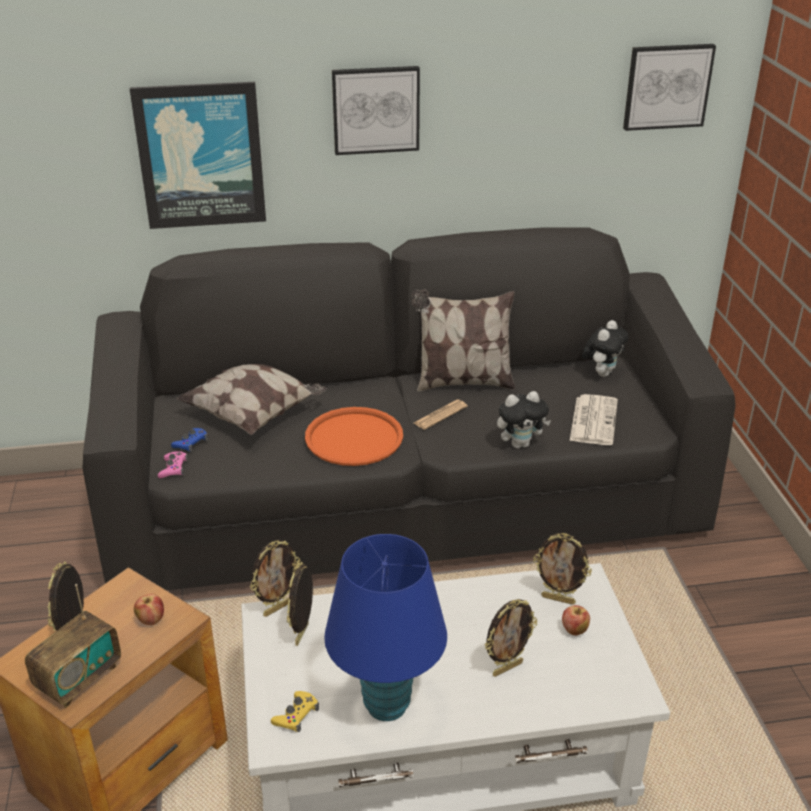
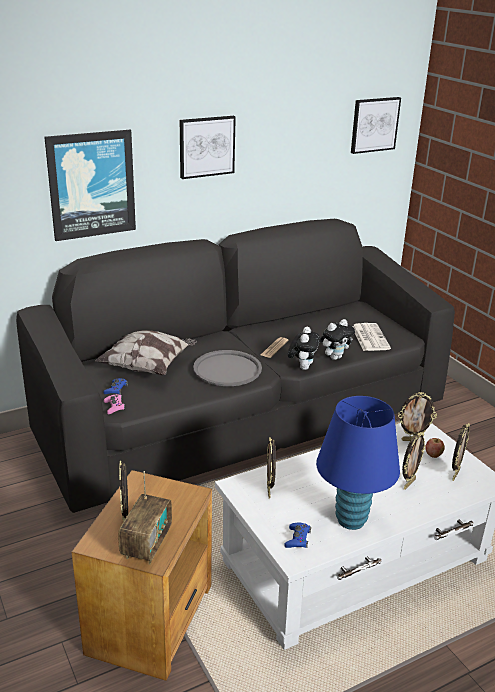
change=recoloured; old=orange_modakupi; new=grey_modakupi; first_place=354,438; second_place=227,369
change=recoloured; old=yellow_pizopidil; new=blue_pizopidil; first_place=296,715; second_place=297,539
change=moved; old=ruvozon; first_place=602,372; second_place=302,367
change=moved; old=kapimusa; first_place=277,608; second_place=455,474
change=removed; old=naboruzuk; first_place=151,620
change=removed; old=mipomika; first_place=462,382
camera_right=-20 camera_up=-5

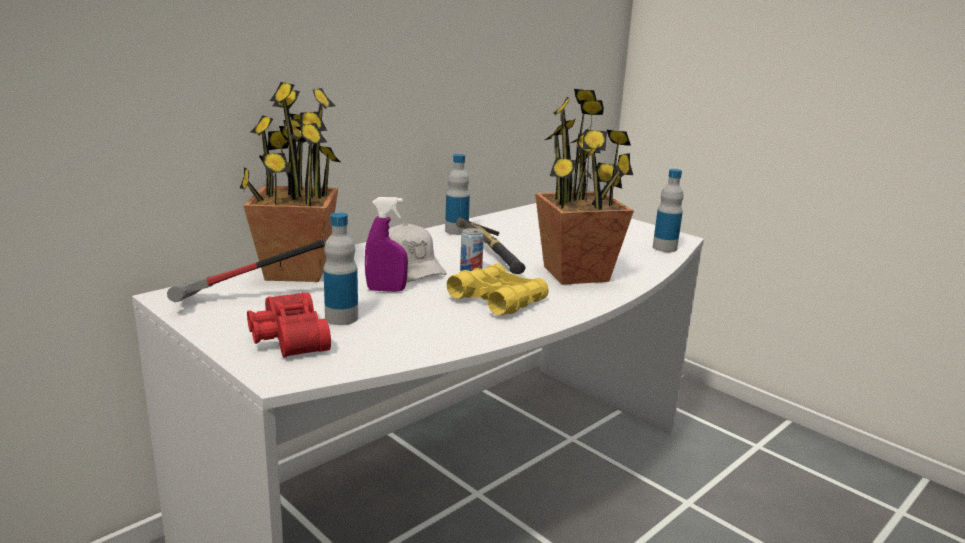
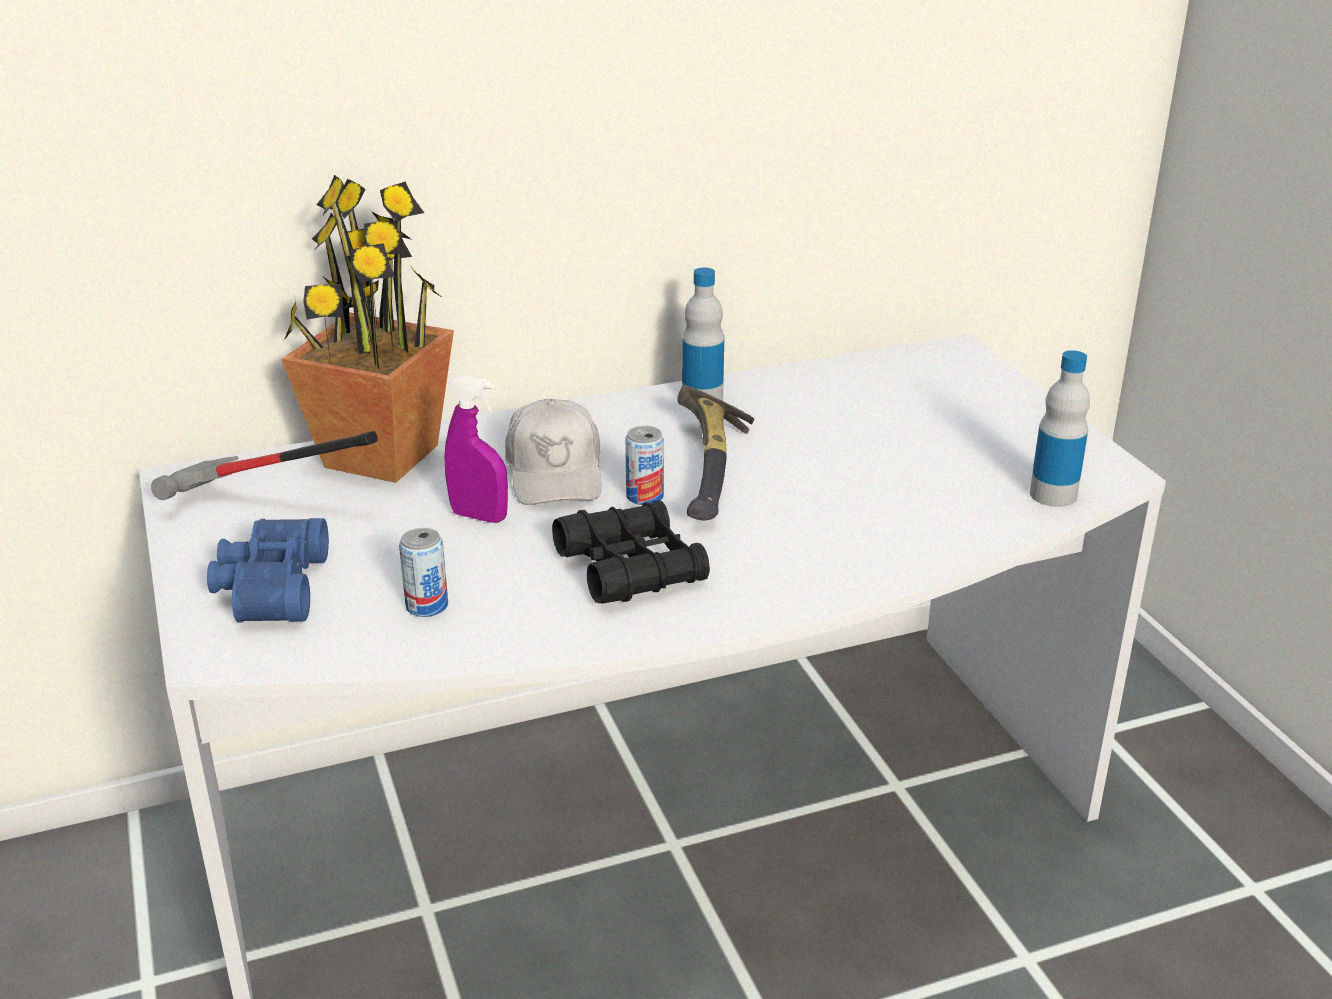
change=recoloured; old=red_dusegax; new=blue_dusegax; first_place=286,339; second_place=269,588
change=added; new=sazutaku; second_place=427,606
change=recoloured; old=yellow_dusegax; new=black_dusegax; first_place=497,300; second_place=631,568
change=removed; old=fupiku; first_place=341,318
change=removed; old=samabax; first_place=576,274
camera_right=25 camera_up=10

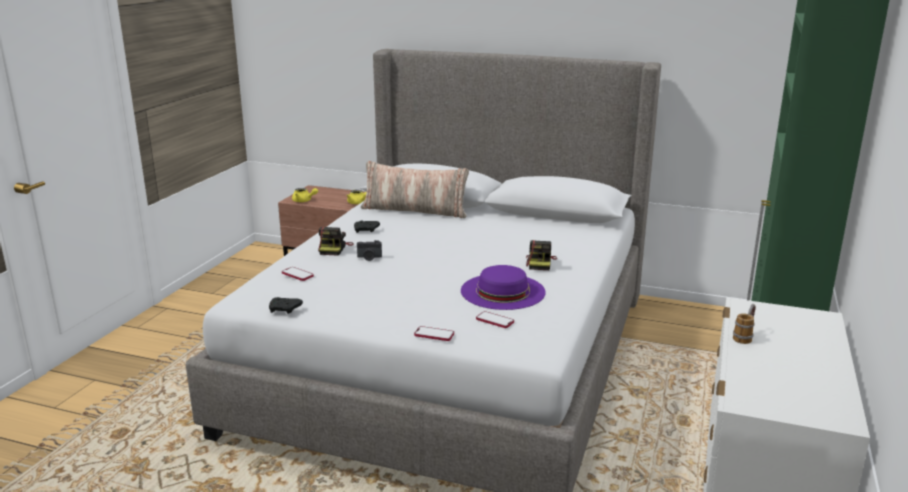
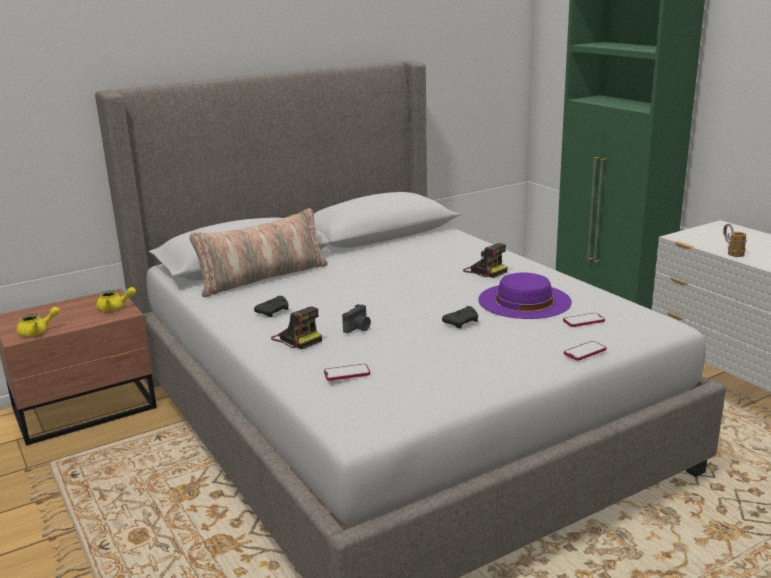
change=moved; old=black_pizopidil; first_place=285,310; second_place=462,322
camera_right=-50 camera_up=0

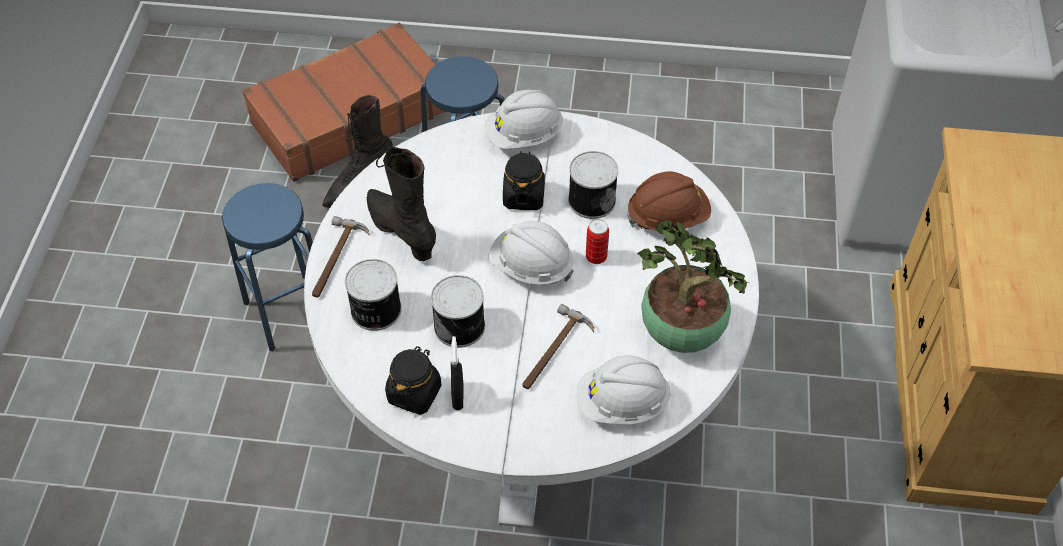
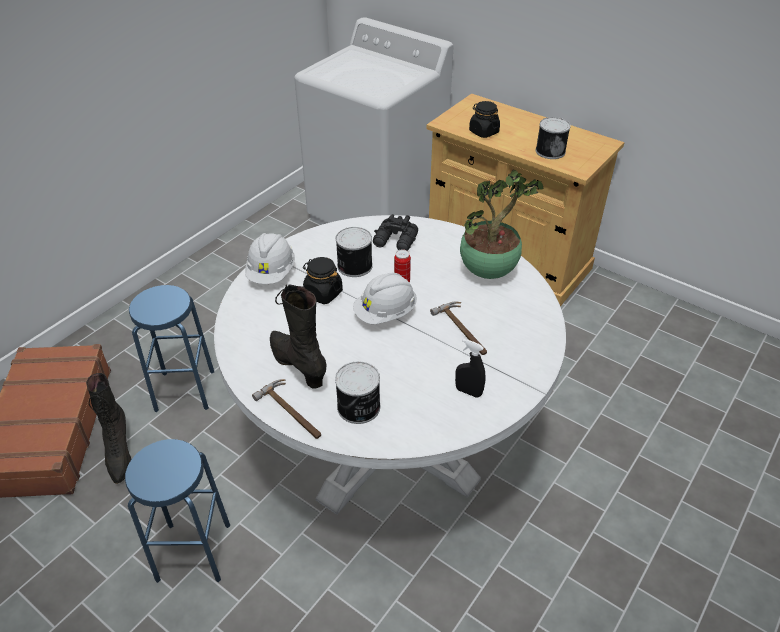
change=turned; old=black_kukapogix; first_place=402,231; second_place=298,365; degrees=60
change=replaced; old=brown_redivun; new=black_dusegax; first_place=668,217; second_place=396,241
change=moved; old=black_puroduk; first_place=414,393; second_place=483,132
change=moved; old=sazutaku; first_place=461,325; second_place=550,151
change=removed; old=white_redivun; first_place=622,404
camera_right=-60 camera_up=-10

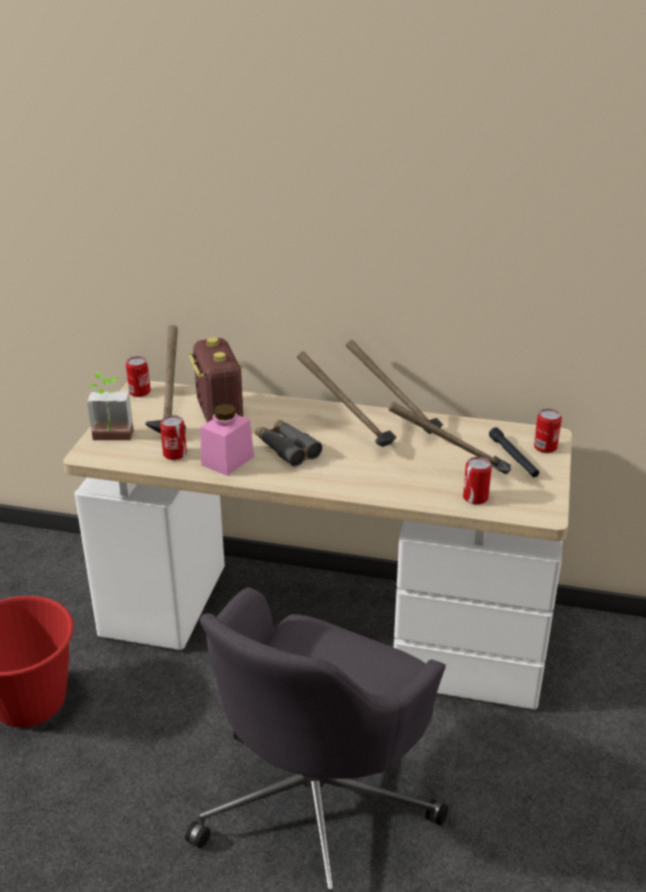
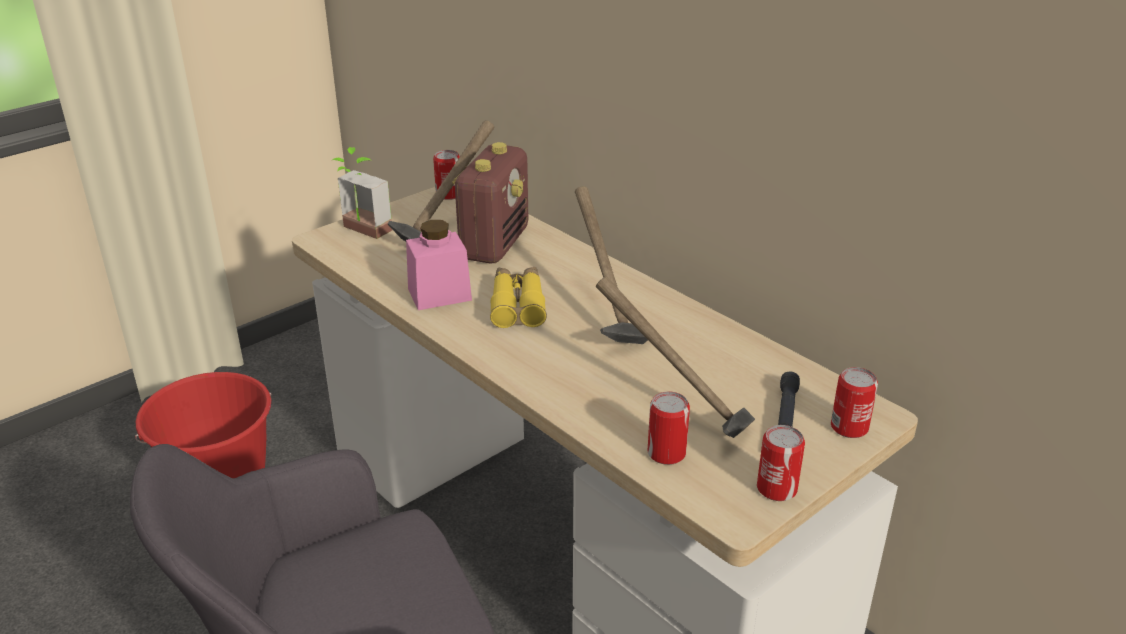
change=recoloured; old=grey_dusegax; new=yellow_dusegax; first_place=287,448; second_place=517,304
change=moved; old=sazutaku; first_place=175,454; second_place=776,488
change=removed; old=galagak; first_place=394,423
camera_right=35 camera_up=0

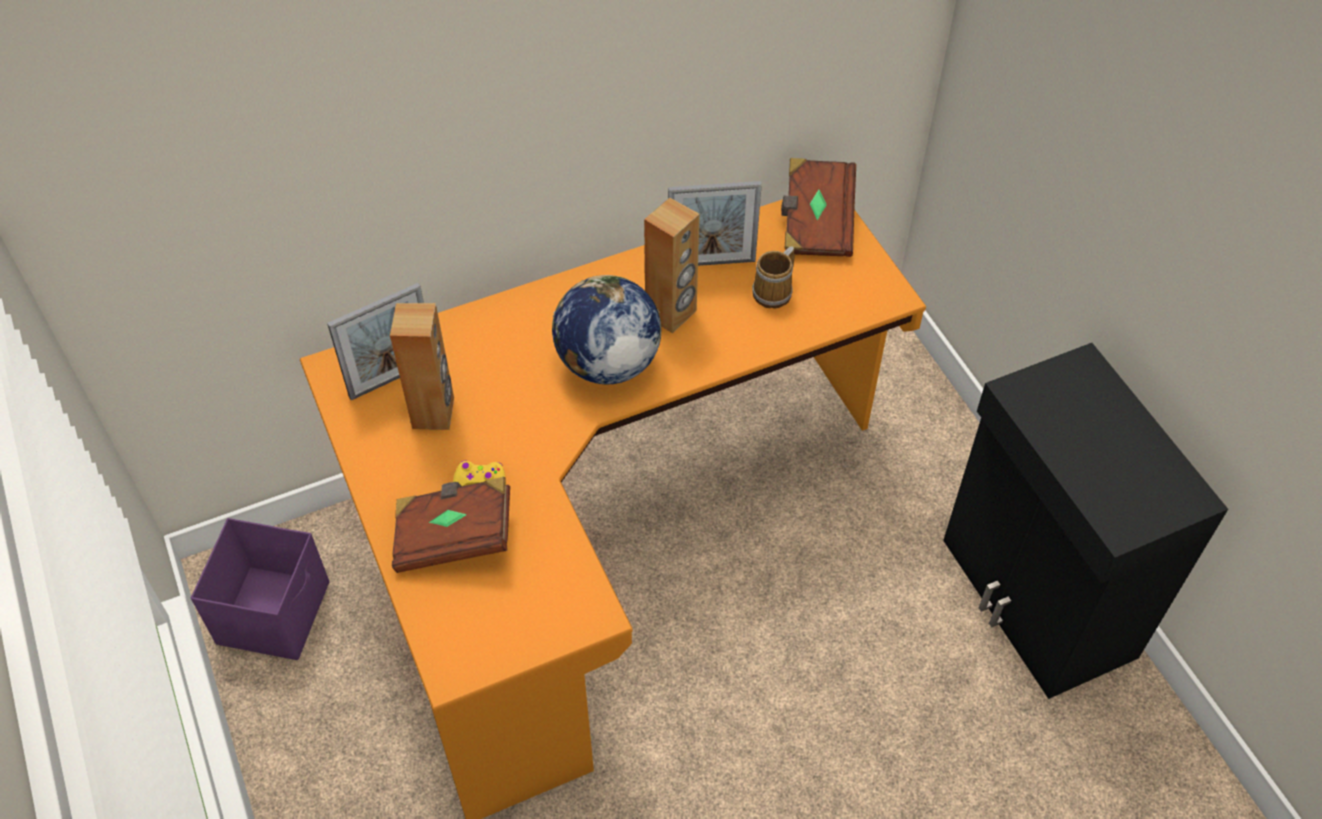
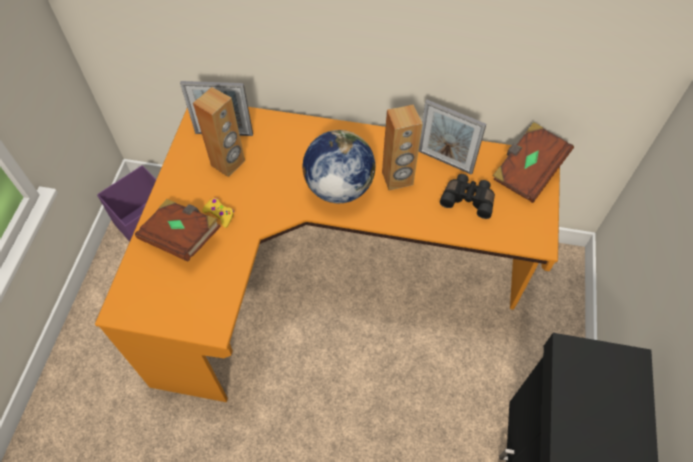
change=replaced; old=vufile; new=black_dusegax; first_place=775,292; second_place=468,199
camera_right=35 camera_up=5

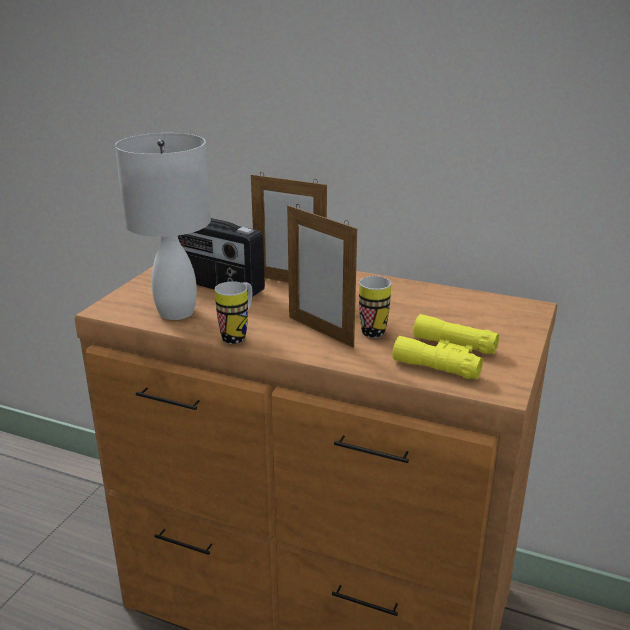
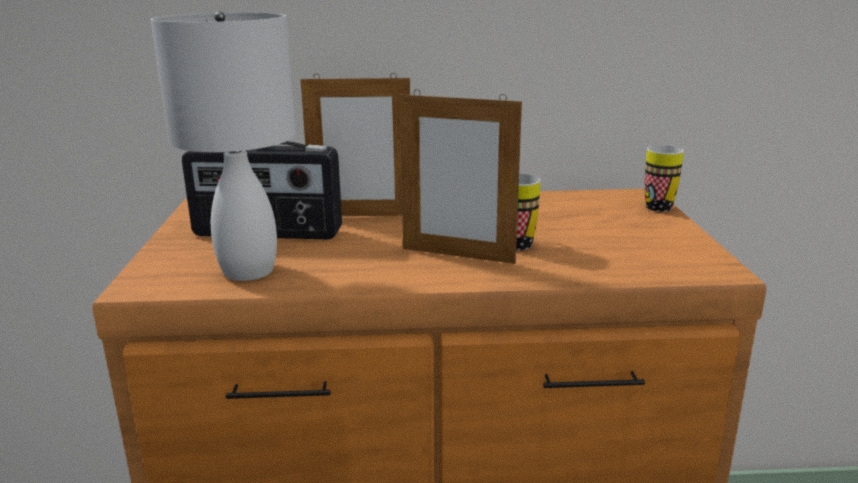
change=moved; old=vufile; first_place=238,335; second_place=656,205
change=removed; old=yellow_dusegax; first_place=445,356
camera_right=-25 camera_up=-5

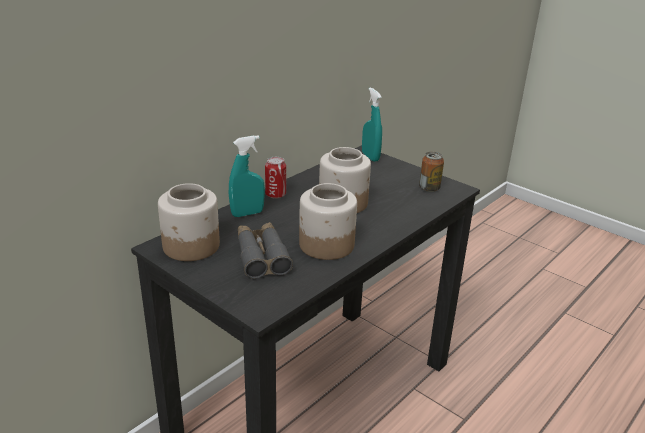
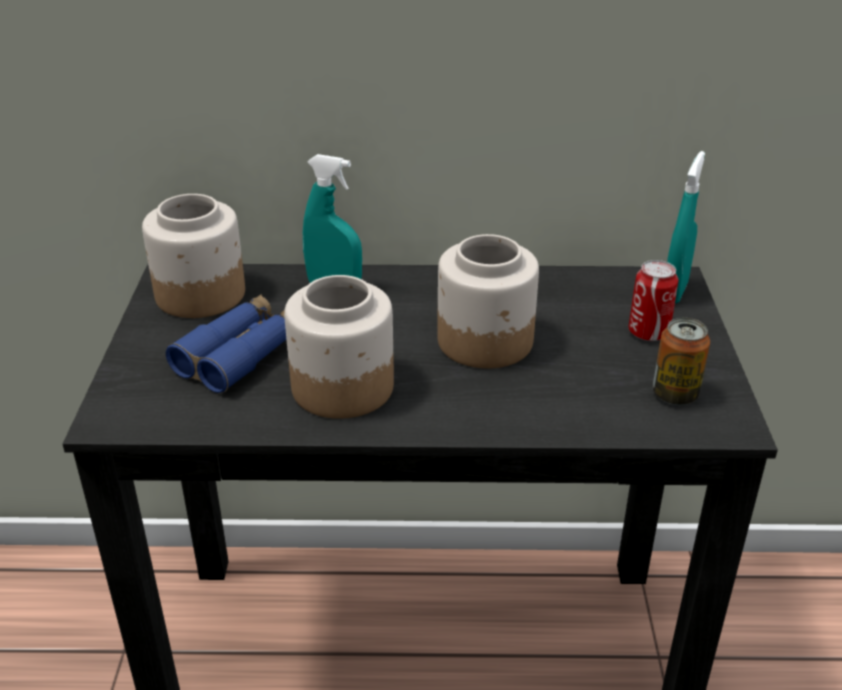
change=recoloured; old=grey_dusegax; new=blue_dusegax; first_place=261,256; second_place=242,353
change=moved; old=sazutaku; first_place=275,194; second_place=648,332
camera_right=50 camera_up=5

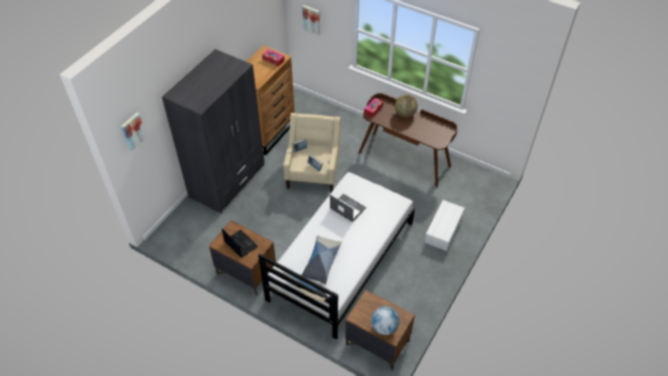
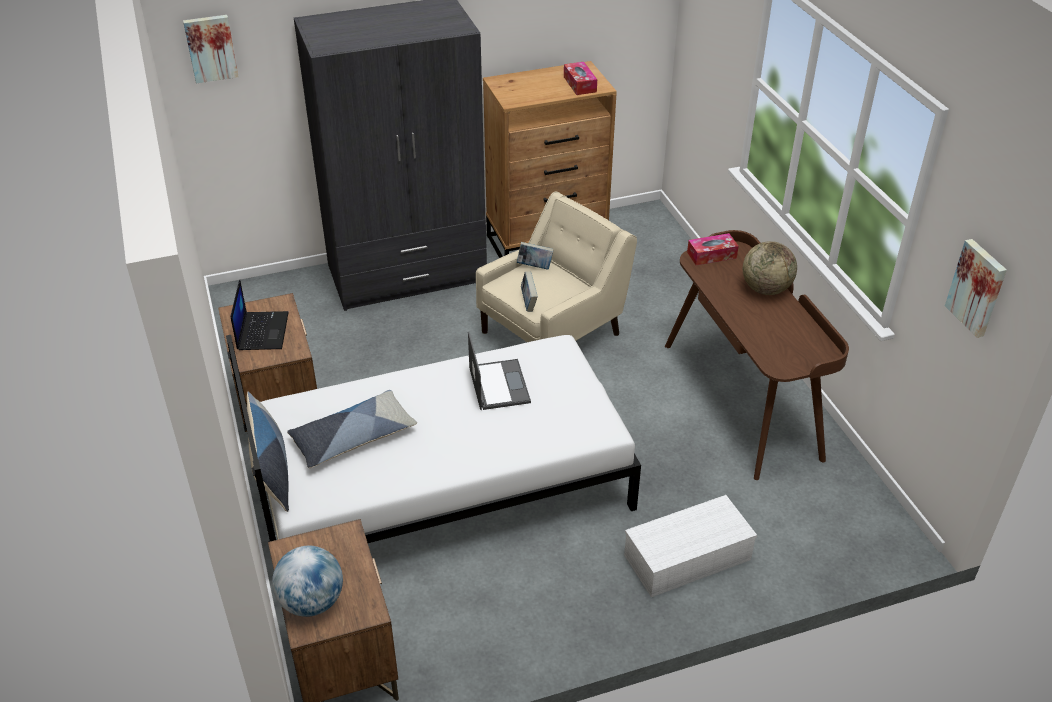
change=moved; old=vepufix; first_place=312,19; second_place=978,287
camera_right=40 camera_up=-10

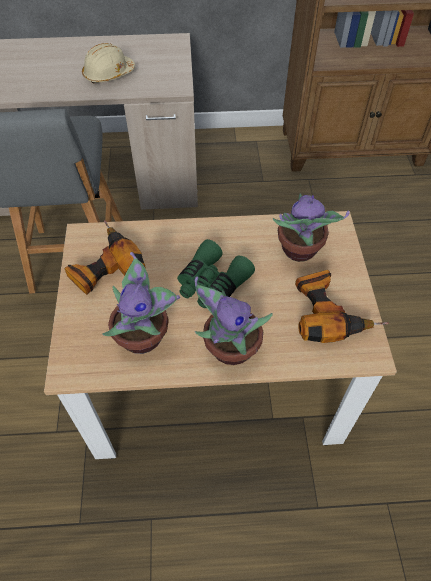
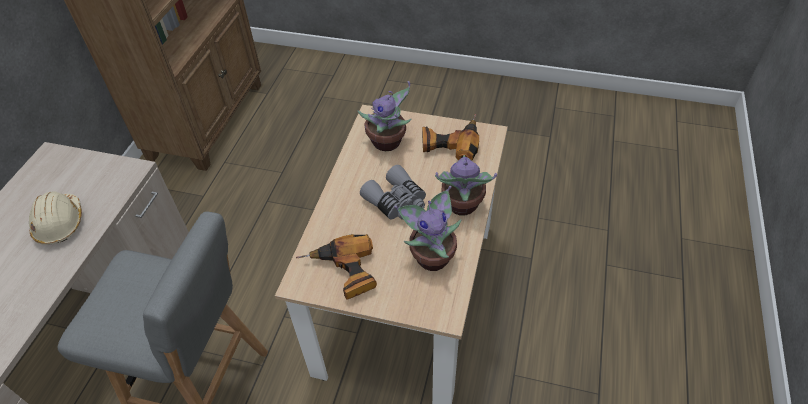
change=recoloured; old=green_dusegax; new=grey_dusegax; first_place=212,283; second_place=396,202
camera_right=-70 camera_up=-5

